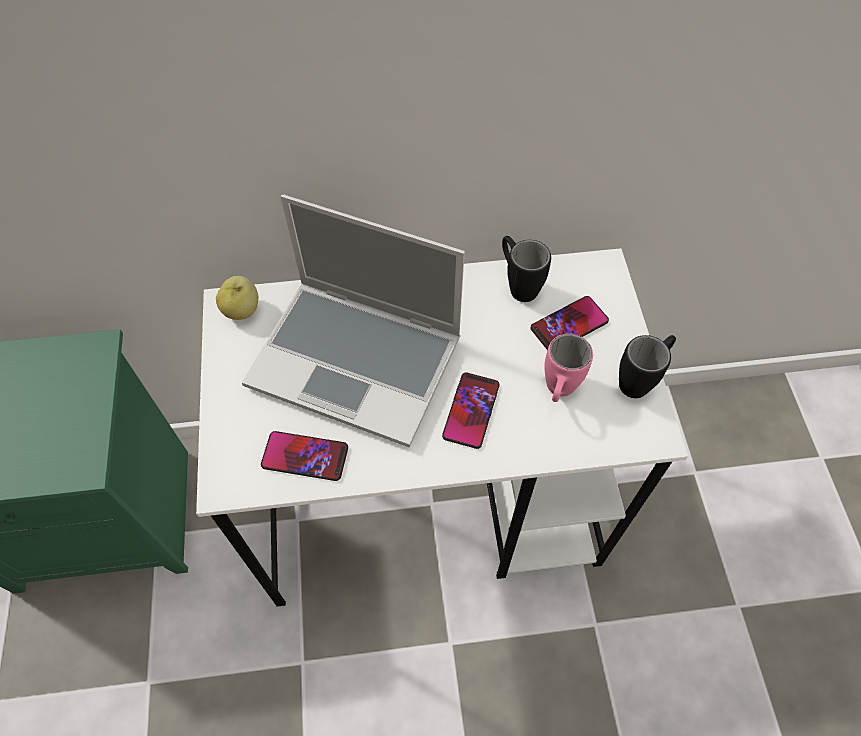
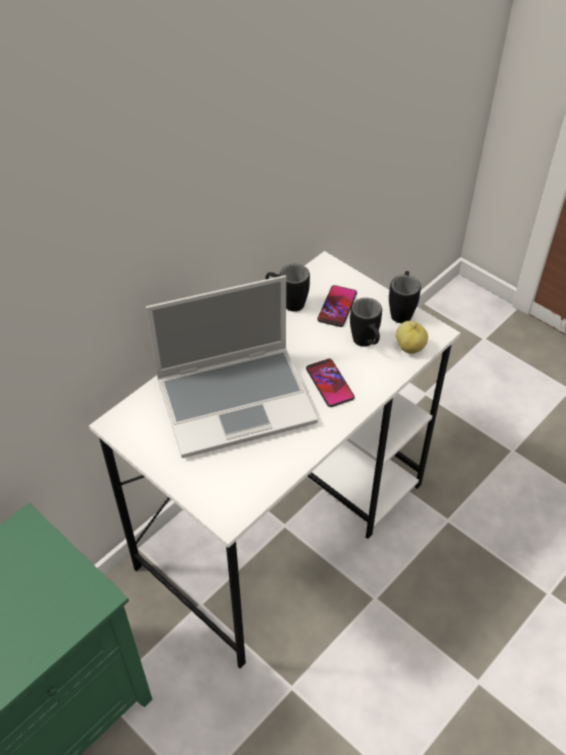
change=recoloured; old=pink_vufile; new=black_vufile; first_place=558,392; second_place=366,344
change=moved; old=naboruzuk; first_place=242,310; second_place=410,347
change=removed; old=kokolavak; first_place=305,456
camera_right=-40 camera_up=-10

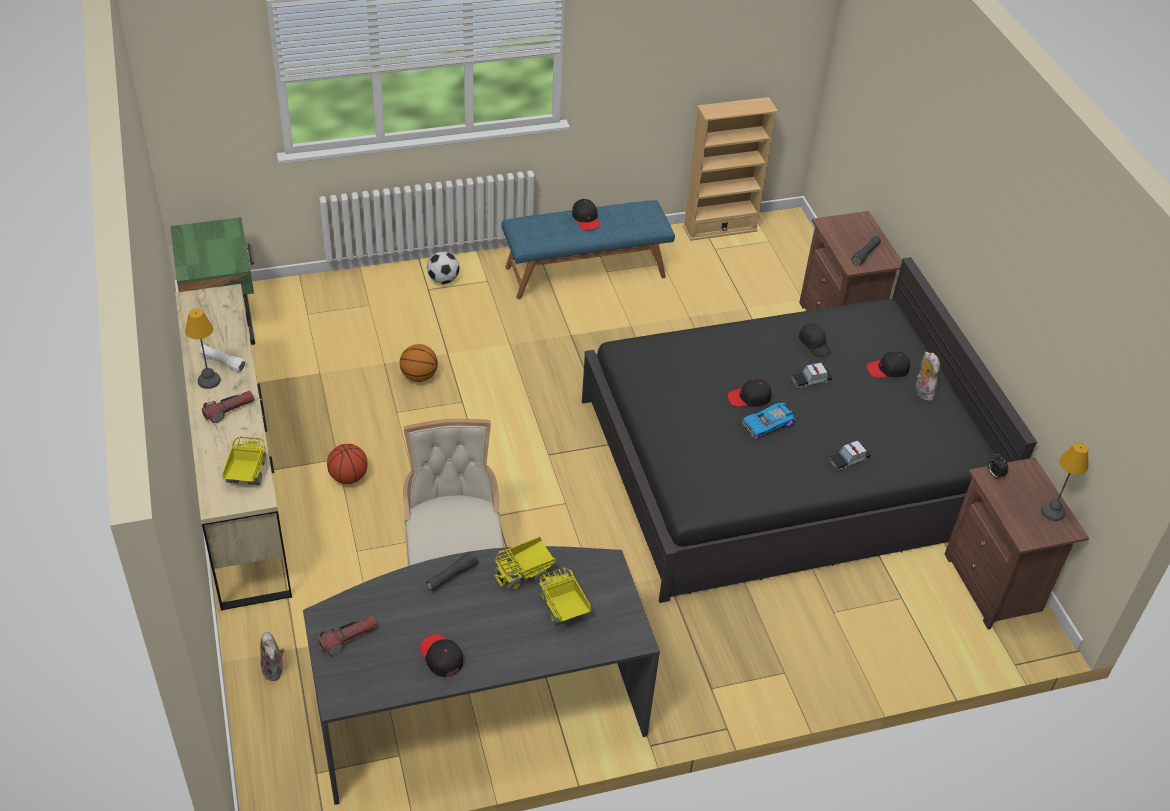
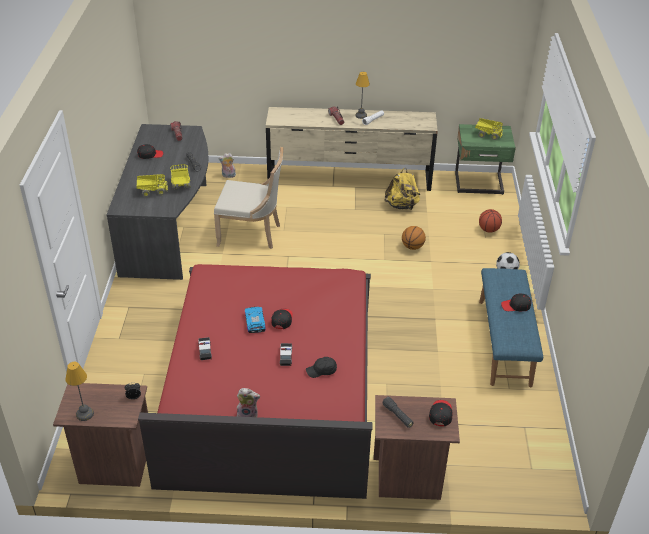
change=recoloured; old=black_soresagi; new=red_soresagi; first_place=784,466; second_place=270,390
change=added; new=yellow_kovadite; second_place=402,205
change=moved; old=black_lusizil; first_place=888,369; second_place=440,414
change=moved; old=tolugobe; first_place=246,474; second_place=487,134
change=moved; old=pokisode; first_place=348,477; second_place=488,230
change=removed; old=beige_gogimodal; first_place=720,228
camera_right=110 camera_up=-5

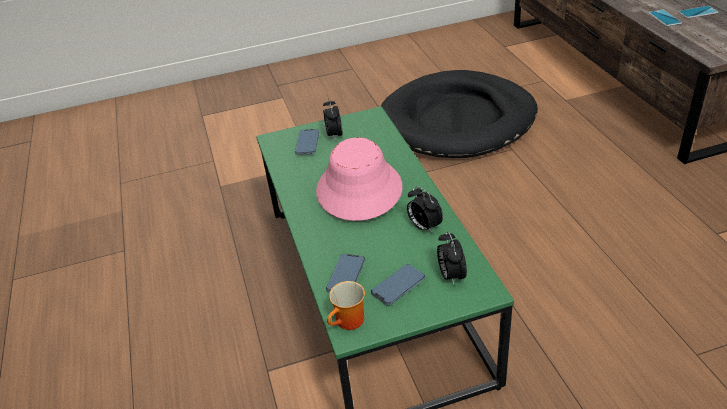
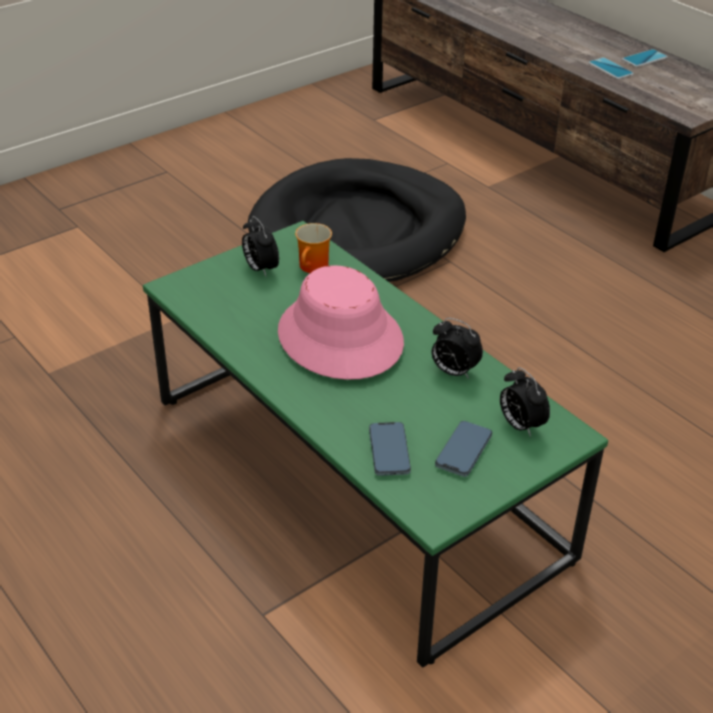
change=moved; old=vufile; first_place=349,322; second_place=314,268
change=removed; old=kokolavak; first_place=307,144
camera_right=-25 camera_up=0

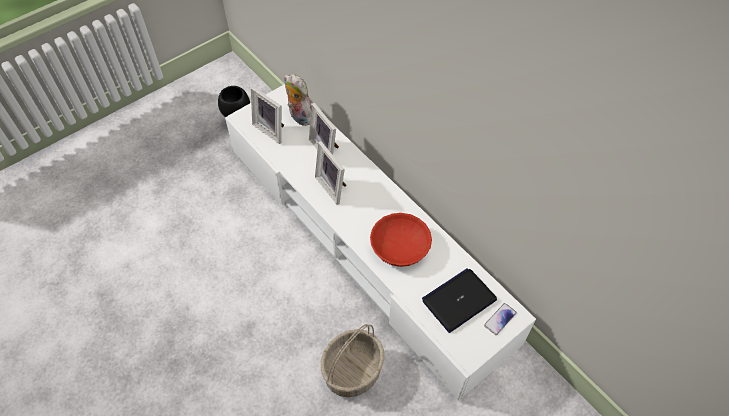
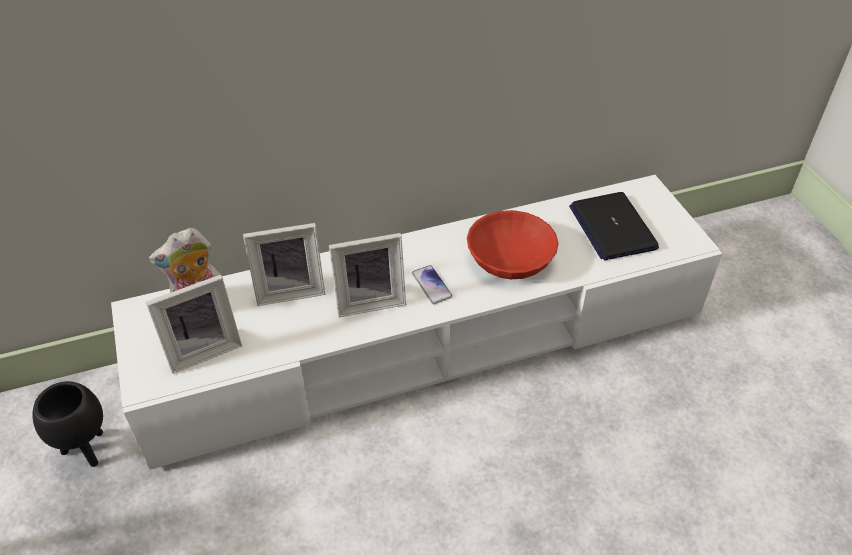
change=moved; old=kokolavak; first_place=500,319; second_place=431,285
change=removed; old=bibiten; first_place=353,370
camera_right=-70 camera_up=-10

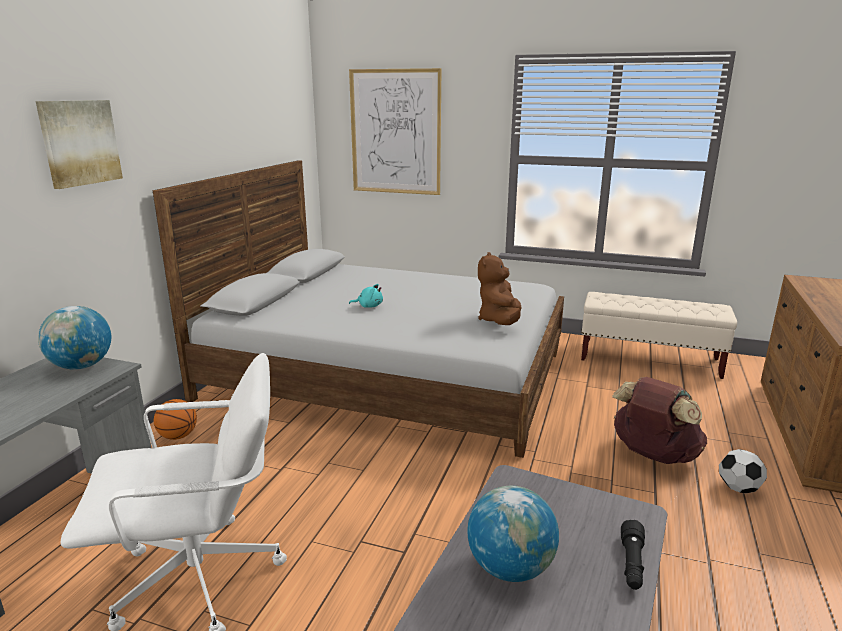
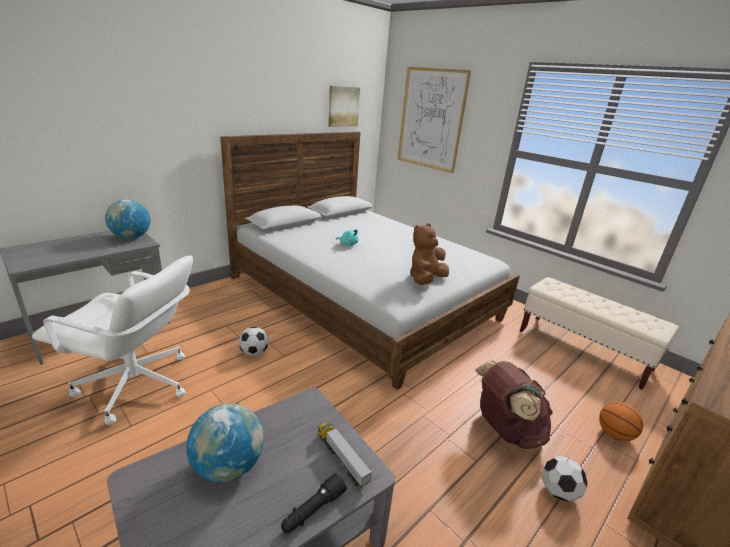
change=added; new=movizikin; second_place=254,353
change=added; new=tolugobe; second_place=342,459
change=moved; old=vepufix; first_place=79,142; second_place=343,106
change=moved; old=pokisode; first_place=178,436; second_place=614,434
camera_right=25 camera_up=5

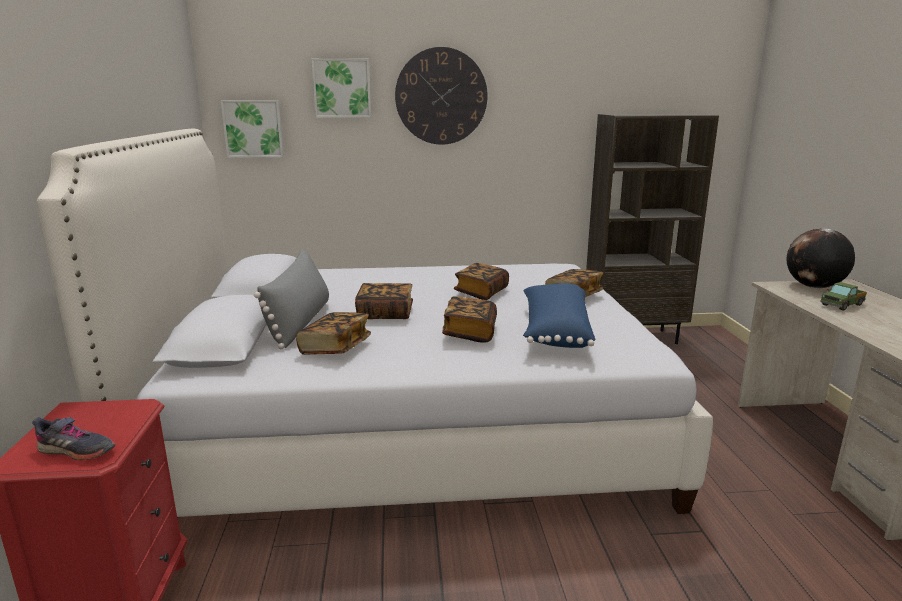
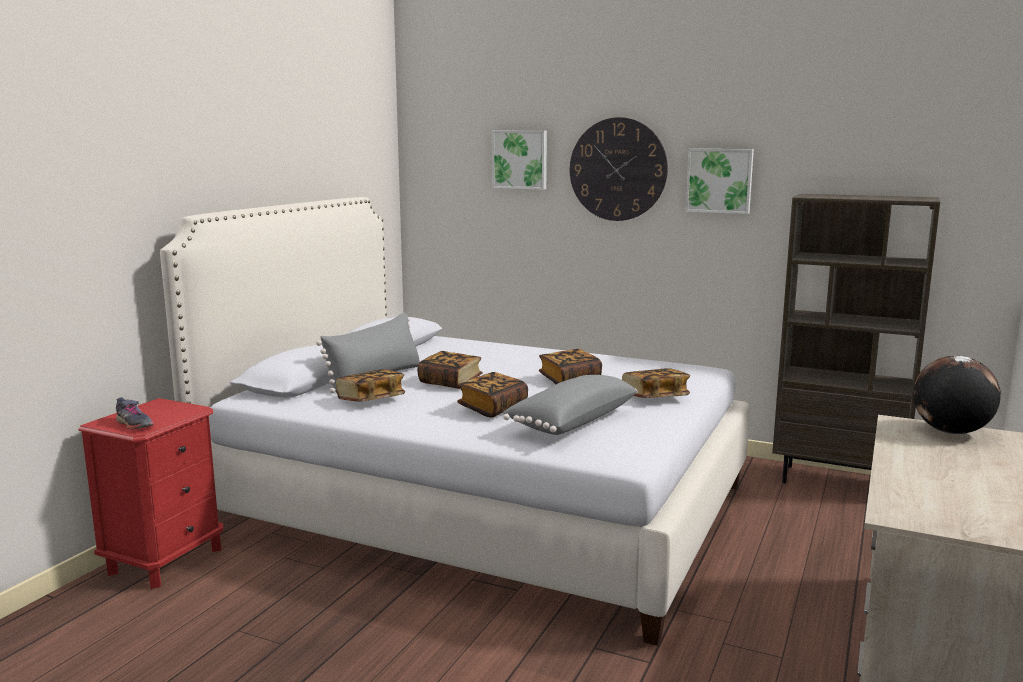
change=recoloured; old=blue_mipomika; new=grey_mipomika; first_place=554,331; second_place=571,421
change=moved; old=vepufix; first_place=253,128; second_place=719,180
change=removed; old=tolugobe; first_place=842,305
camera_right=30 camera_up=-5

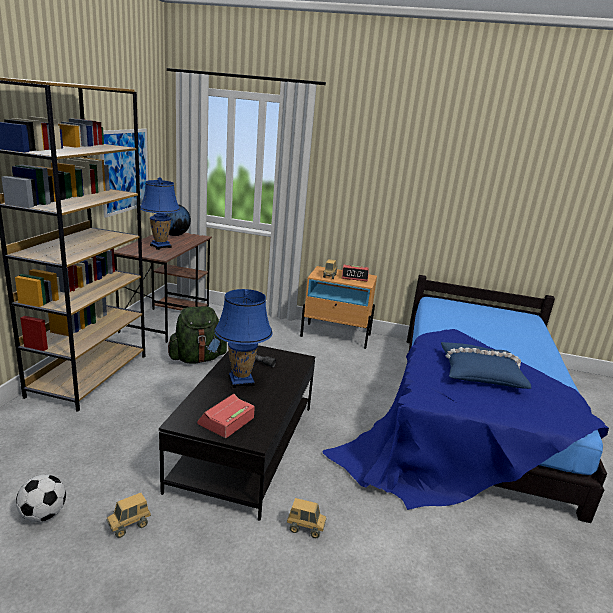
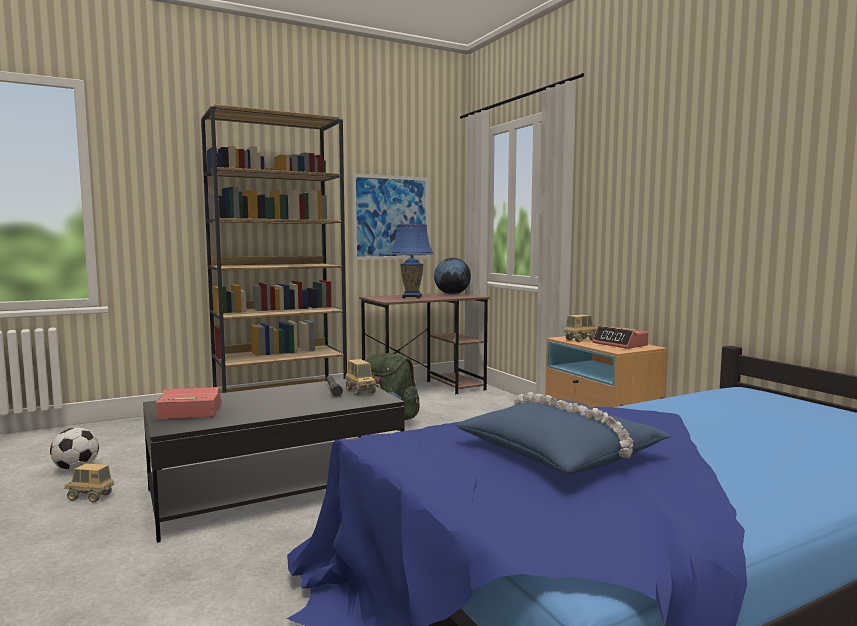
change=moved; old=tolugobe; first_place=305,528; second_place=360,391
change=removed; old=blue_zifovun; first_place=241,381
camera_right=50 camera_up=-15

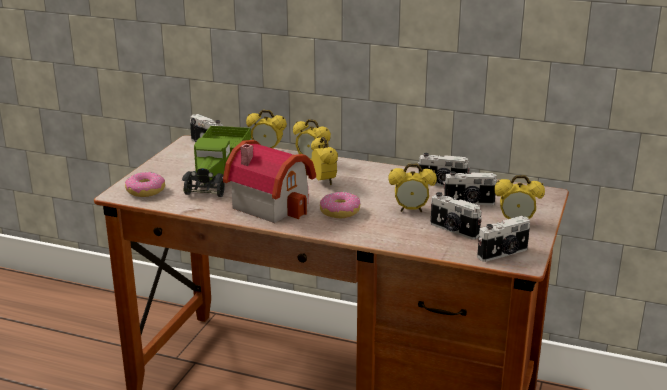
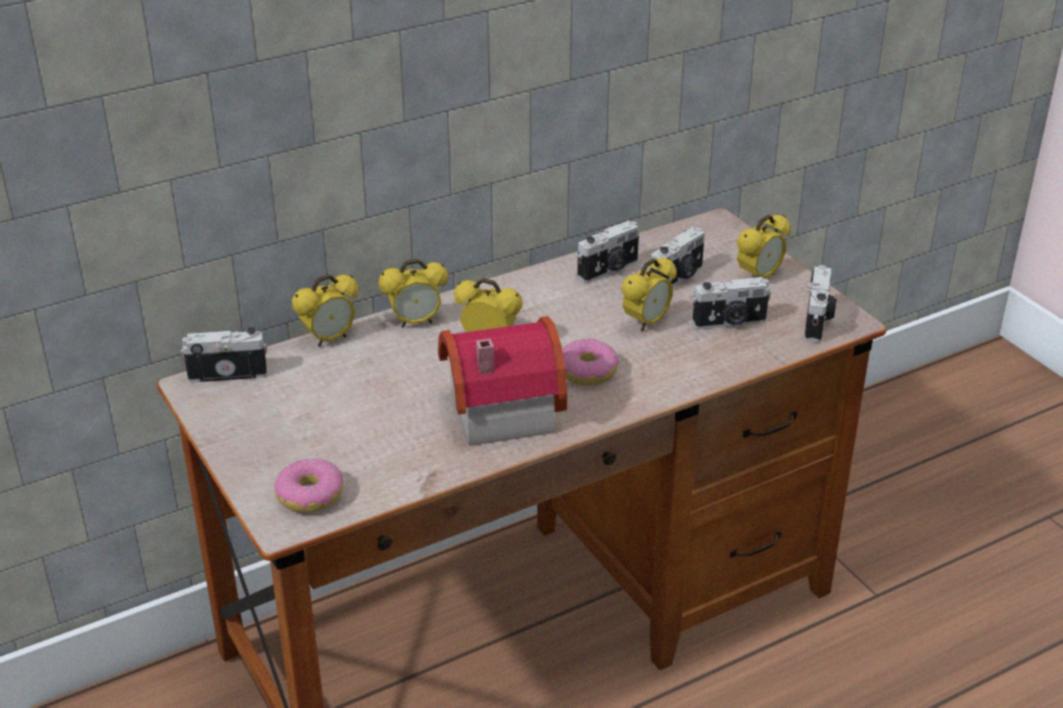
change=removed; old=tolugobe; first_place=218,175
camera_right=-50 camera_up=10

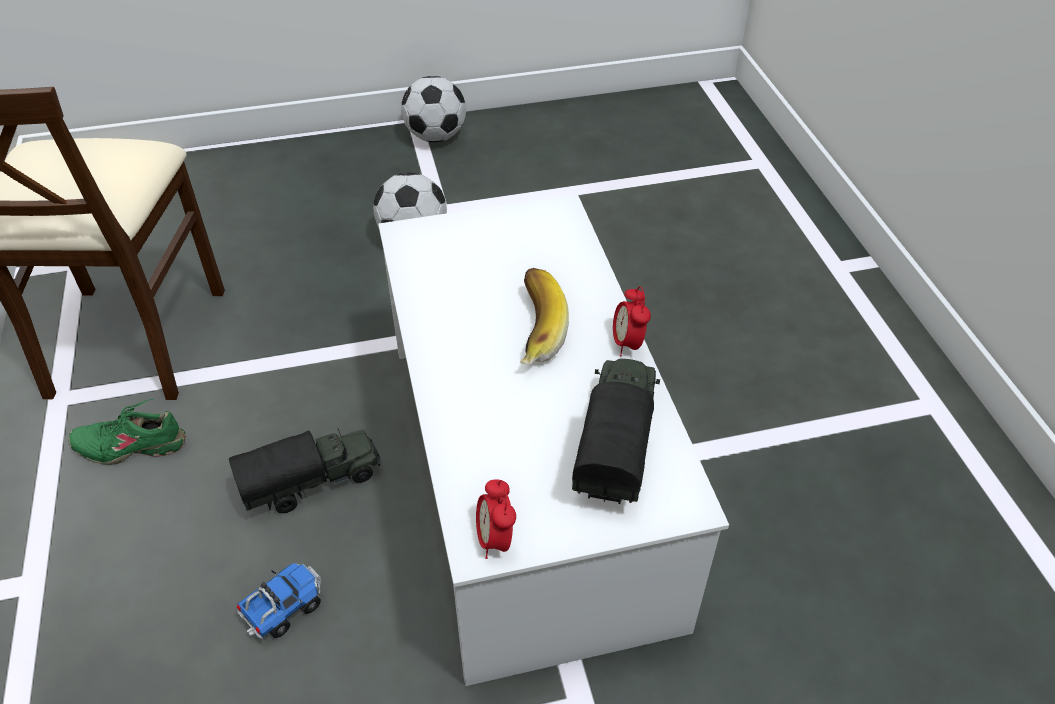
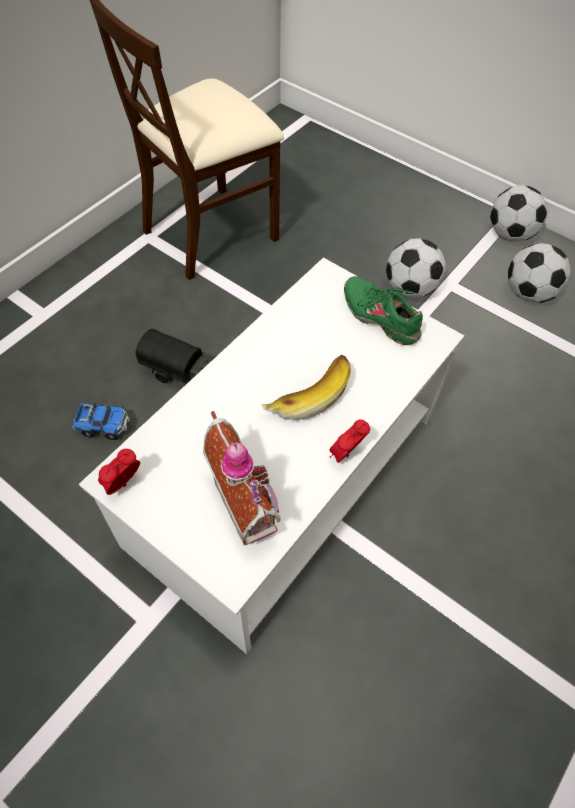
change=replaced; old=tolugobe; new=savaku; first_place=616,444; second_place=249,503
change=moved; old=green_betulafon; first_place=131,445; second_place=381,316
change=added; new=movizikin; second_place=529,293
camera_right=50 camera_up=10

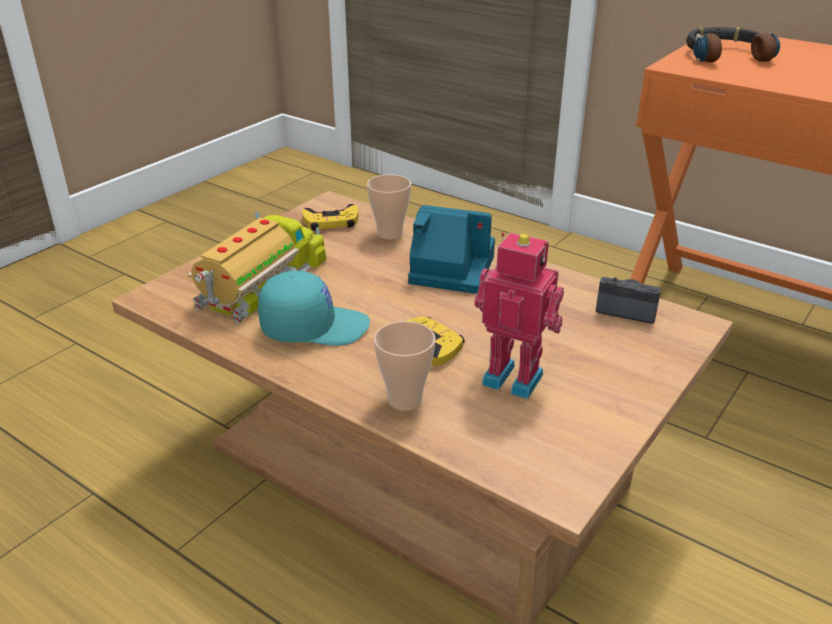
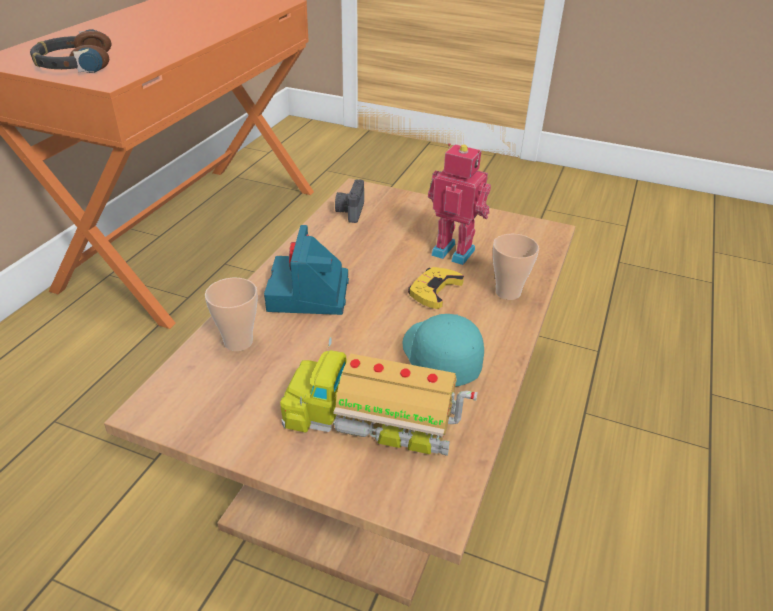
change=turned; old=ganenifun; first_place=514,377; second_place=454,251; degrees=105
change=removed; old=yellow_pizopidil; first_place=331,222
camera_right=-105 camera_up=5

